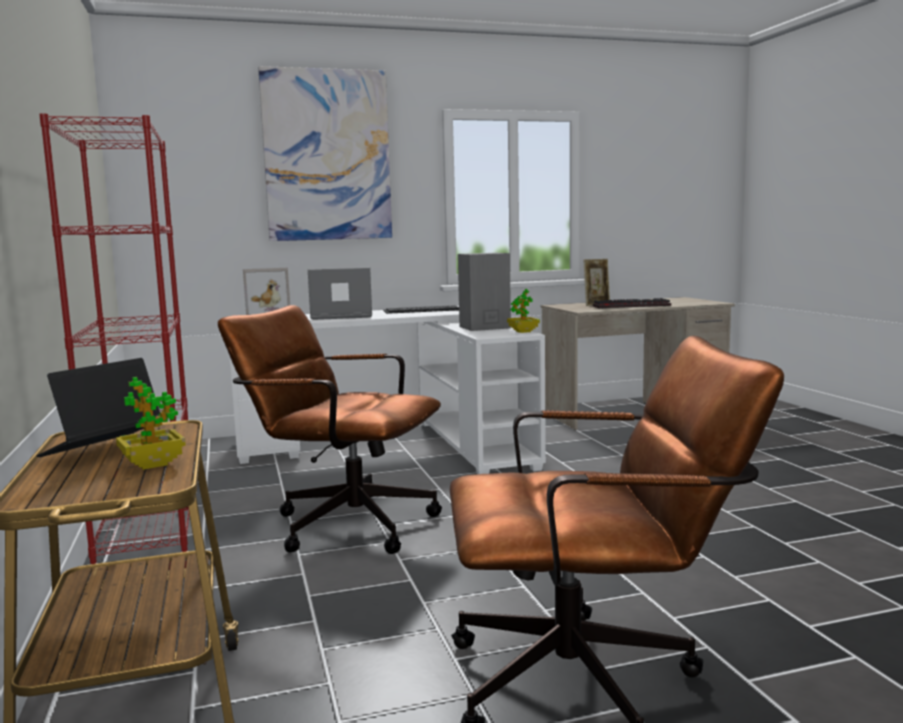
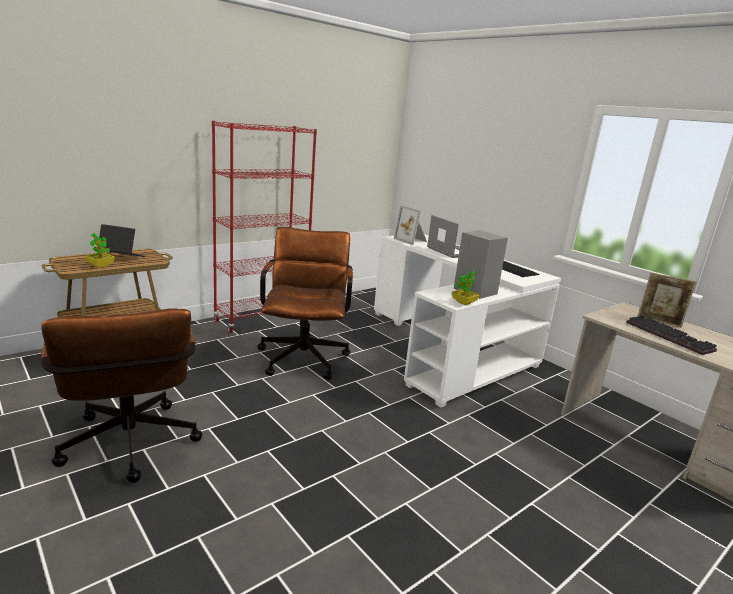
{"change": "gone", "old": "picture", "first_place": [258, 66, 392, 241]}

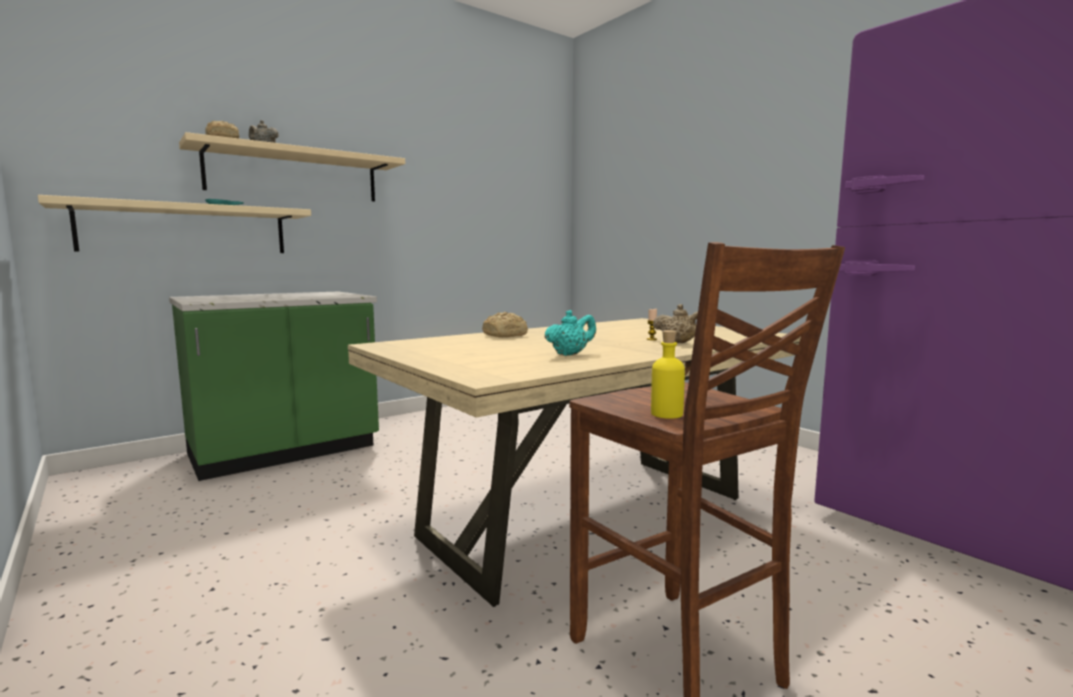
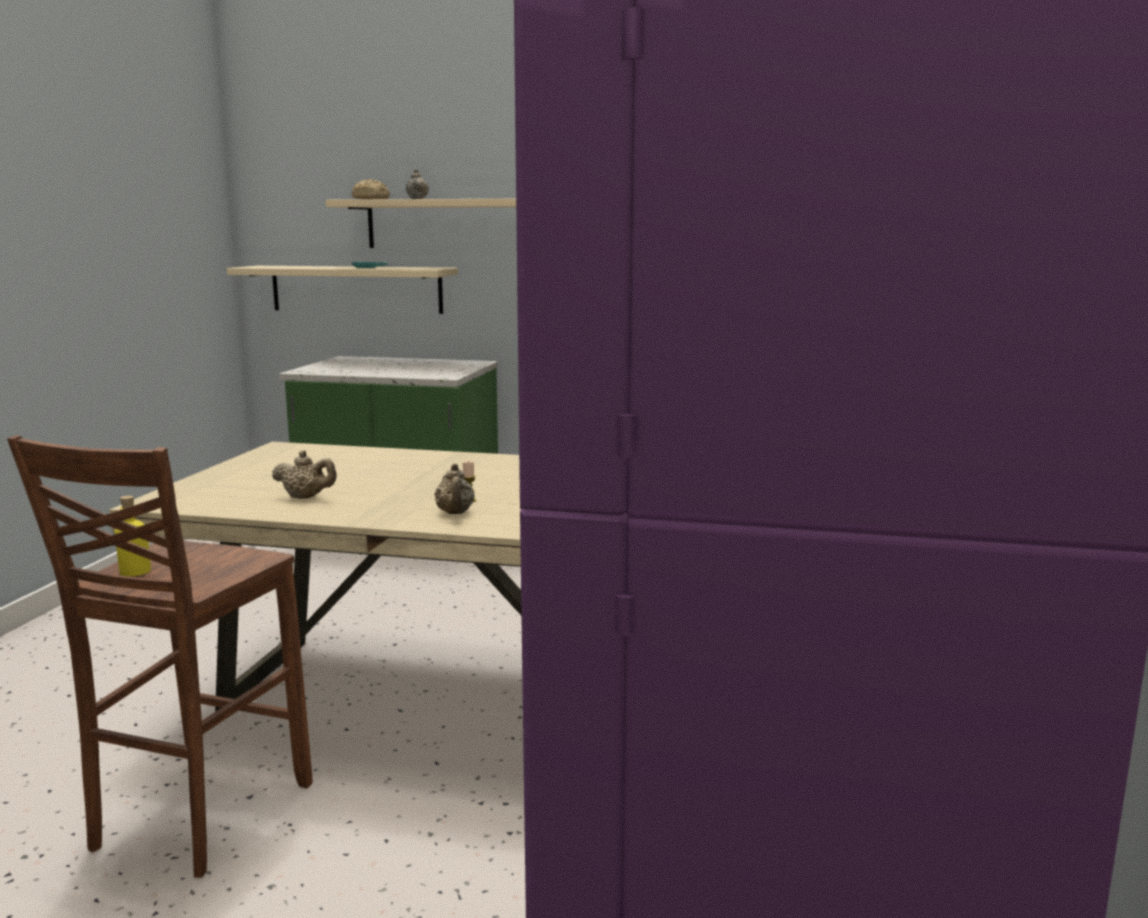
{"change": "repainted", "old": "teapot in turquoise", "new": "teapot in beige", "first_place": [545, 310, 596, 356], "second_place": [272, 450, 337, 499]}
{"change": "gone", "old": "bread", "first_place": [482, 312, 528, 337]}

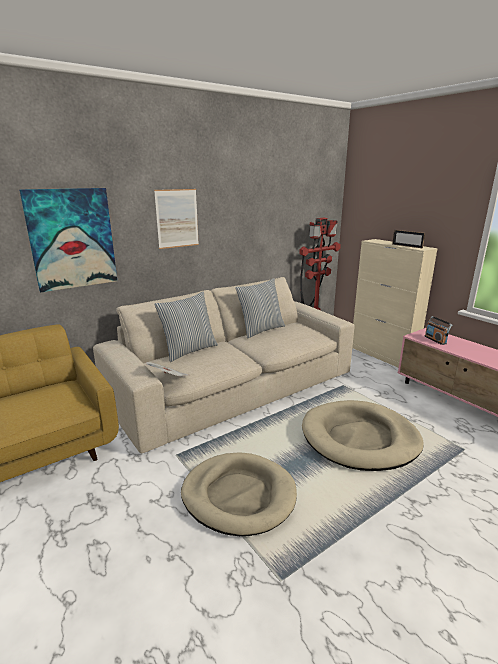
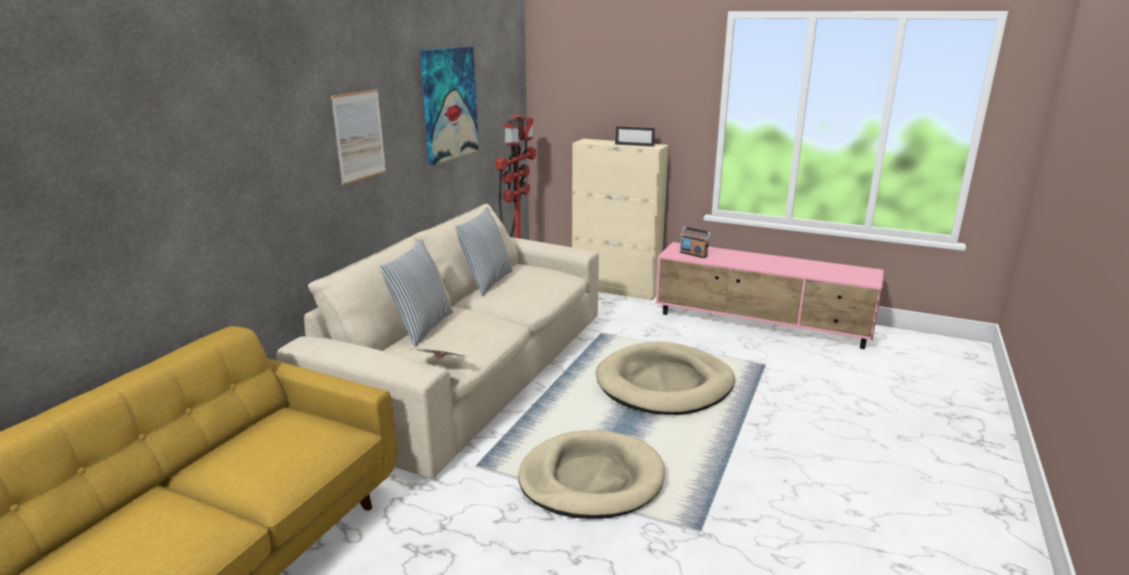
{"change": "shifted", "old": "picture", "first_place": [19, 188, 117, 293], "second_place": [421, 46, 478, 165]}

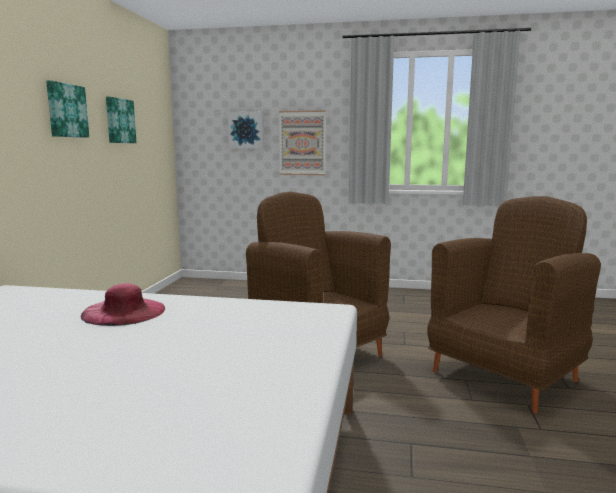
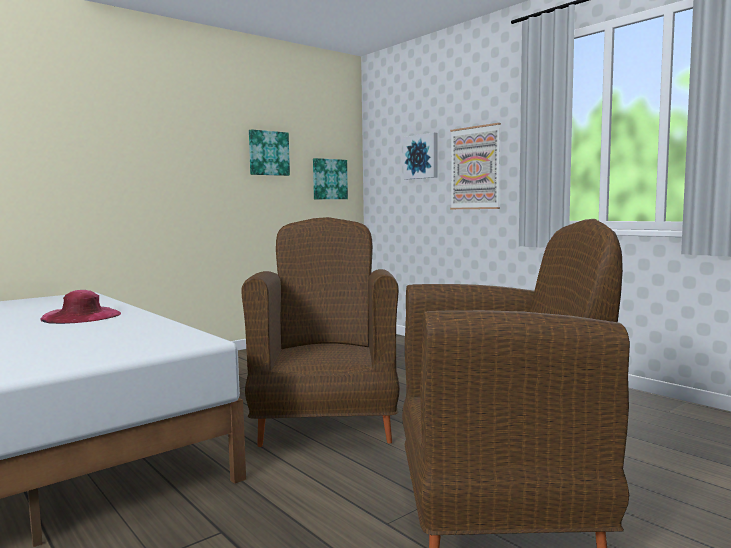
{"change": "shifted", "old": "picture", "first_place": [46, 80, 89, 138], "second_place": [313, 158, 348, 199]}

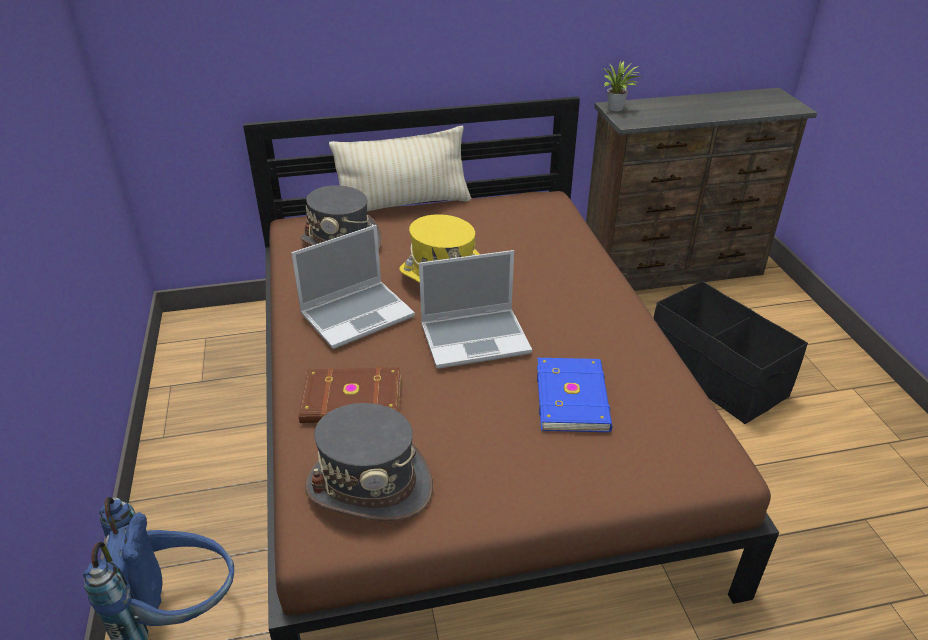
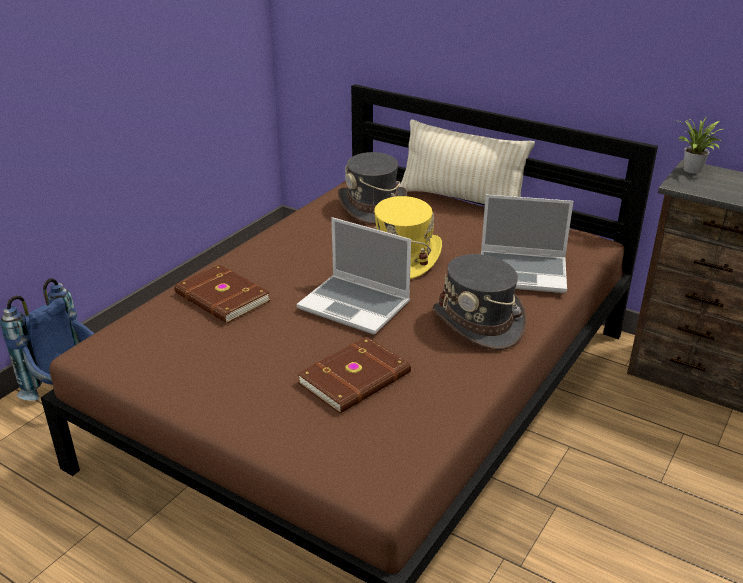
{"change": "repainted", "old": "book in blue", "new": "book in brown", "first_place": [537, 358, 612, 432], "second_place": [297, 336, 411, 414]}
{"change": "shifted", "old": "hat in grey", "first_place": [305, 403, 433, 521], "second_place": [433, 254, 526, 350]}
{"change": "shifted", "old": "laptop", "first_place": [291, 225, 415, 349], "second_place": [481, 194, 573, 293]}
{"change": "gone", "old": "storage box in black", "first_place": [653, 281, 808, 424]}

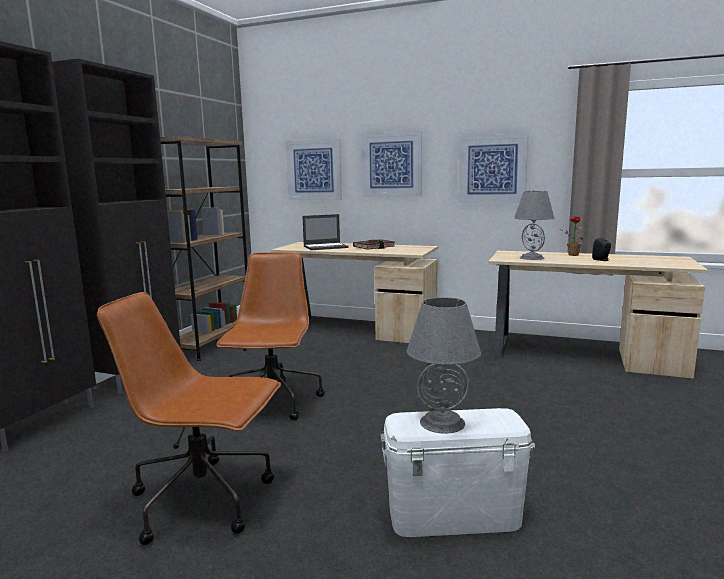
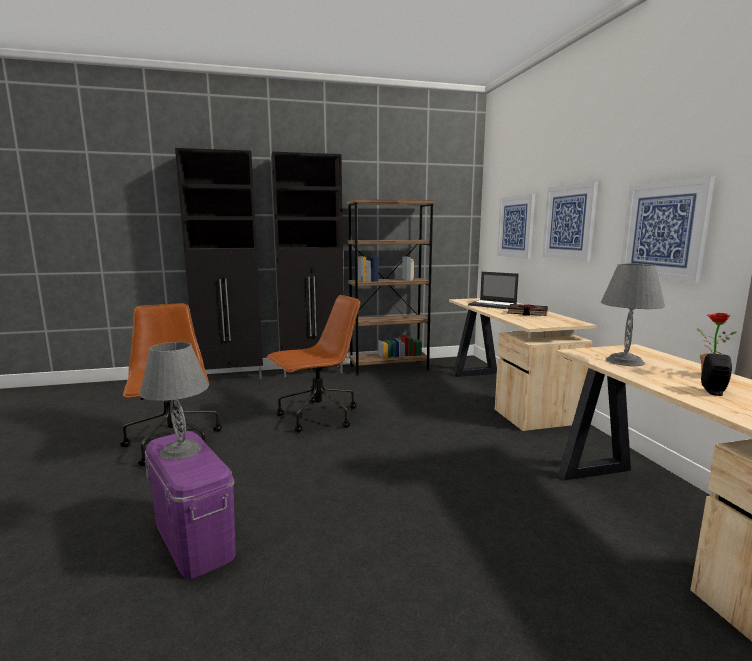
{"change": "repainted", "old": "storage box in white", "new": "storage box in purple", "first_place": [380, 408, 535, 537], "second_place": [145, 431, 236, 579]}

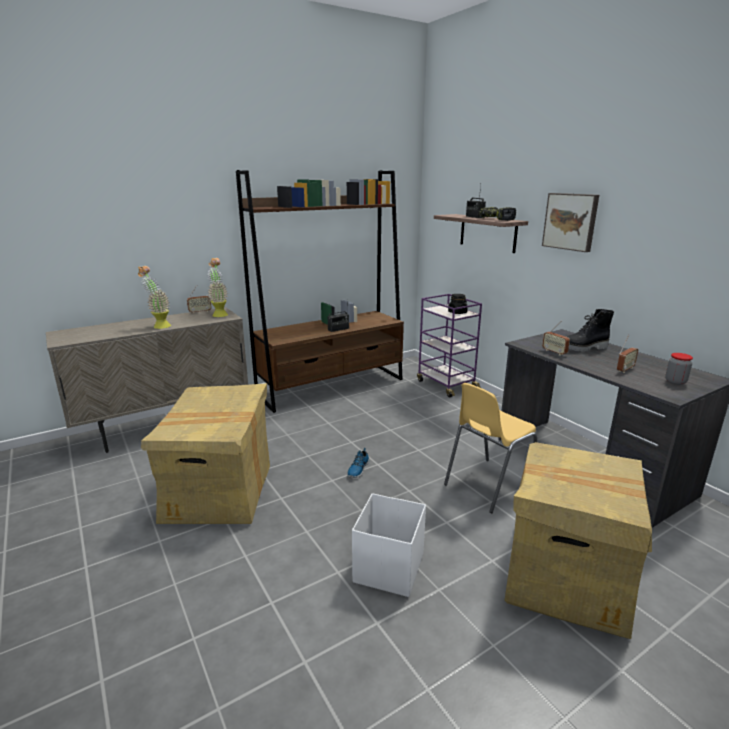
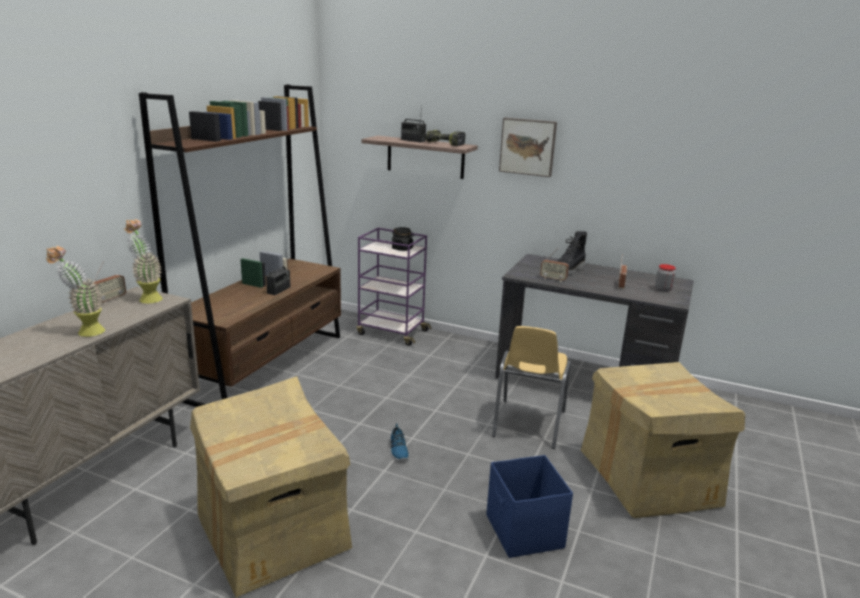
{"change": "repainted", "old": "storage box in white", "new": "storage box in blue", "first_place": [352, 493, 426, 597], "second_place": [486, 455, 573, 558]}

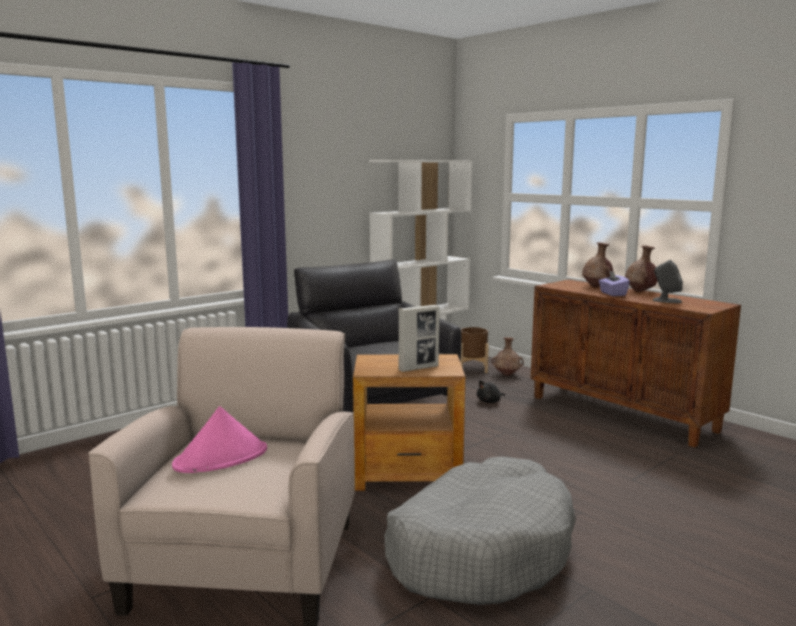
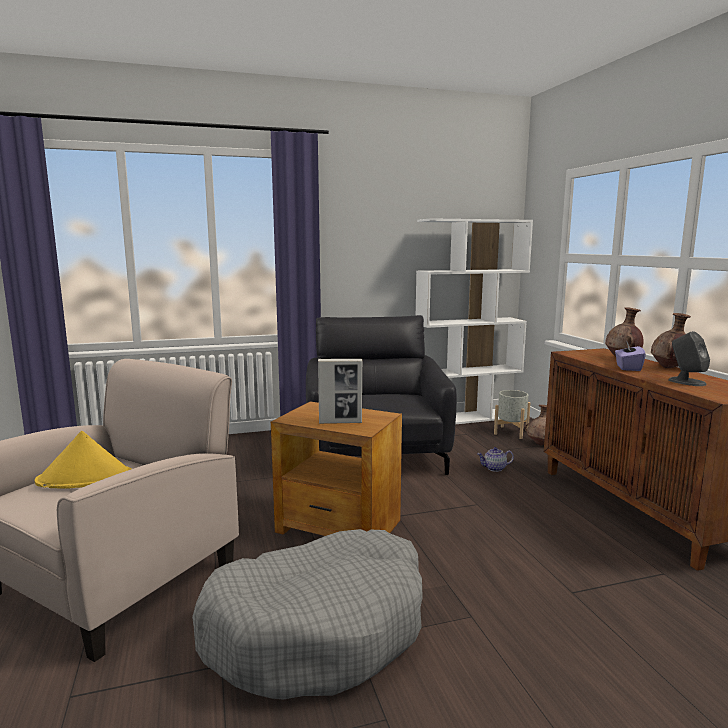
{"change": "repainted", "old": "hat in pink", "new": "hat in yellow", "first_place": [172, 406, 267, 473], "second_place": [34, 431, 132, 489]}
{"change": "swapped", "old": "plush toy in black", "new": "teapot", "first_place": [477, 380, 505, 403], "second_place": [477, 447, 514, 472]}
{"change": "repainted", "old": "planter in brown", "new": "planter in grey", "first_place": [461, 327, 489, 373], "second_place": [494, 390, 530, 439]}

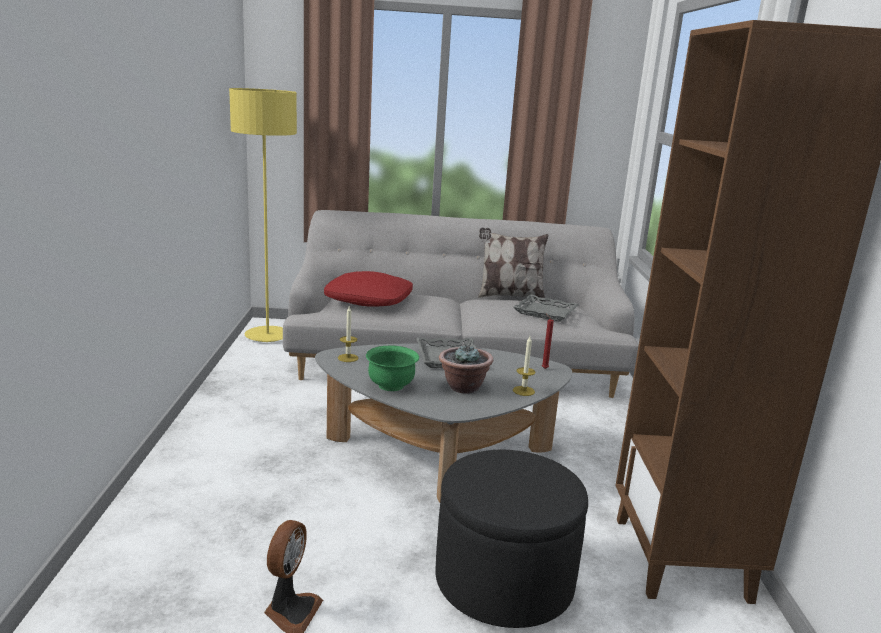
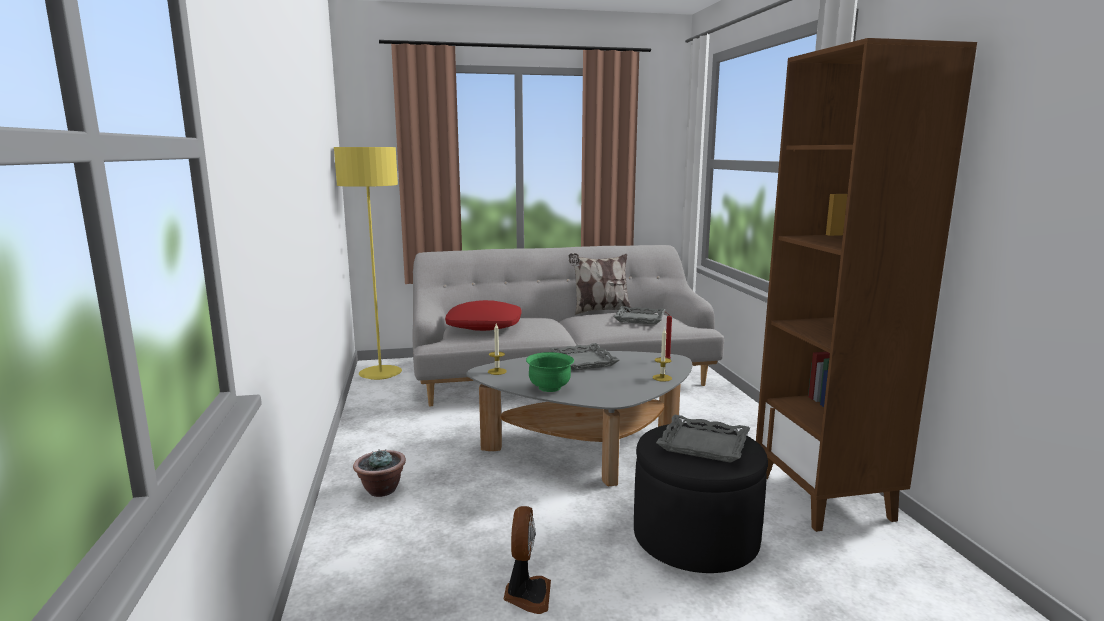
{"change": "shifted", "old": "potted plant", "first_place": [439, 345, 493, 394], "second_place": [353, 449, 406, 497]}
{"change": "new", "new": "tray in grey", "second_place": [656, 415, 750, 463]}

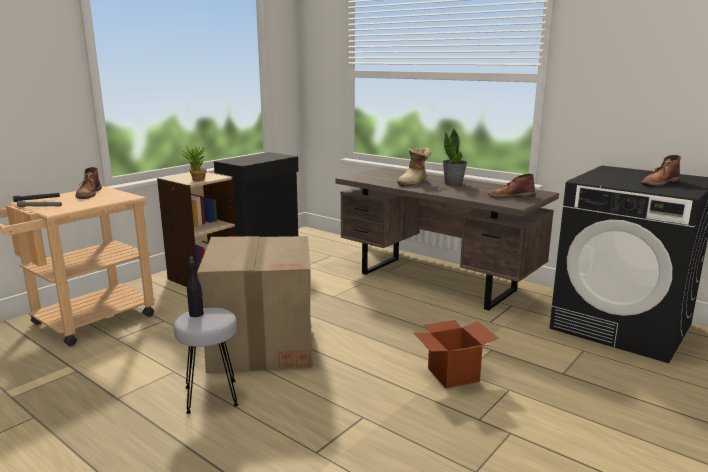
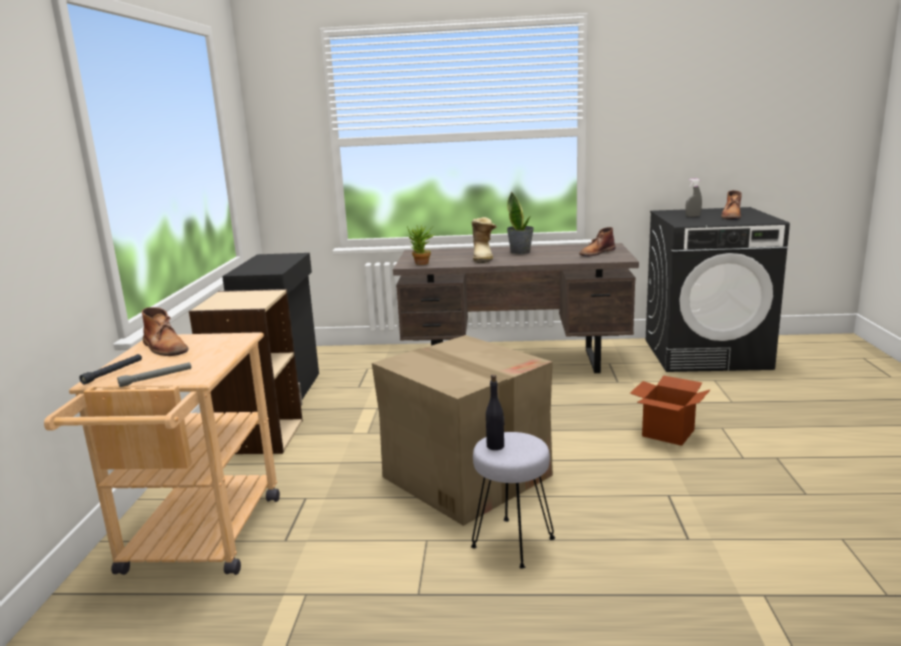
{"change": "shifted", "old": "potted plant", "first_place": [180, 145, 206, 181], "second_place": [407, 224, 434, 265]}
{"change": "new", "new": "spray bottle in grey", "second_place": [685, 179, 702, 217]}

